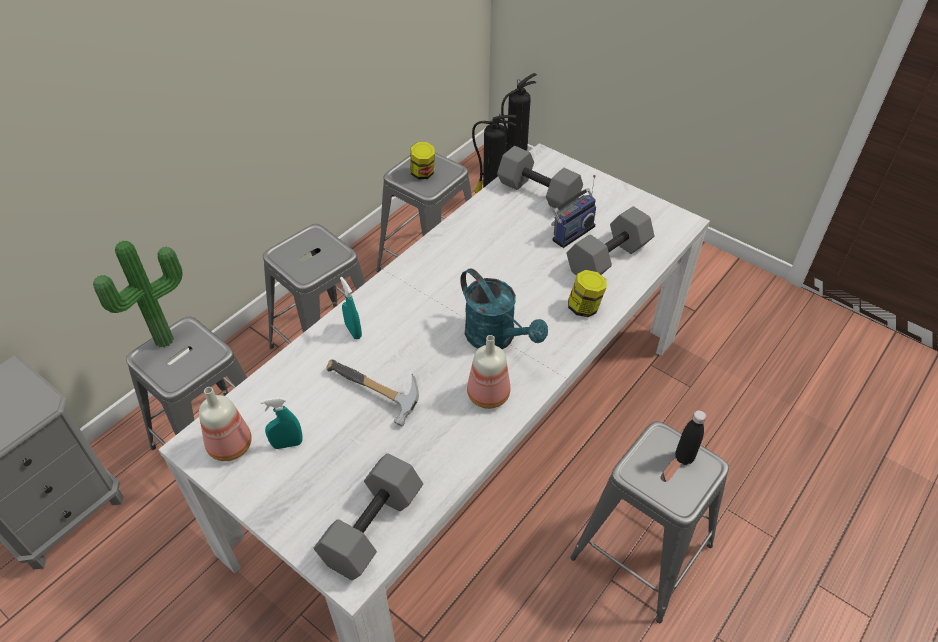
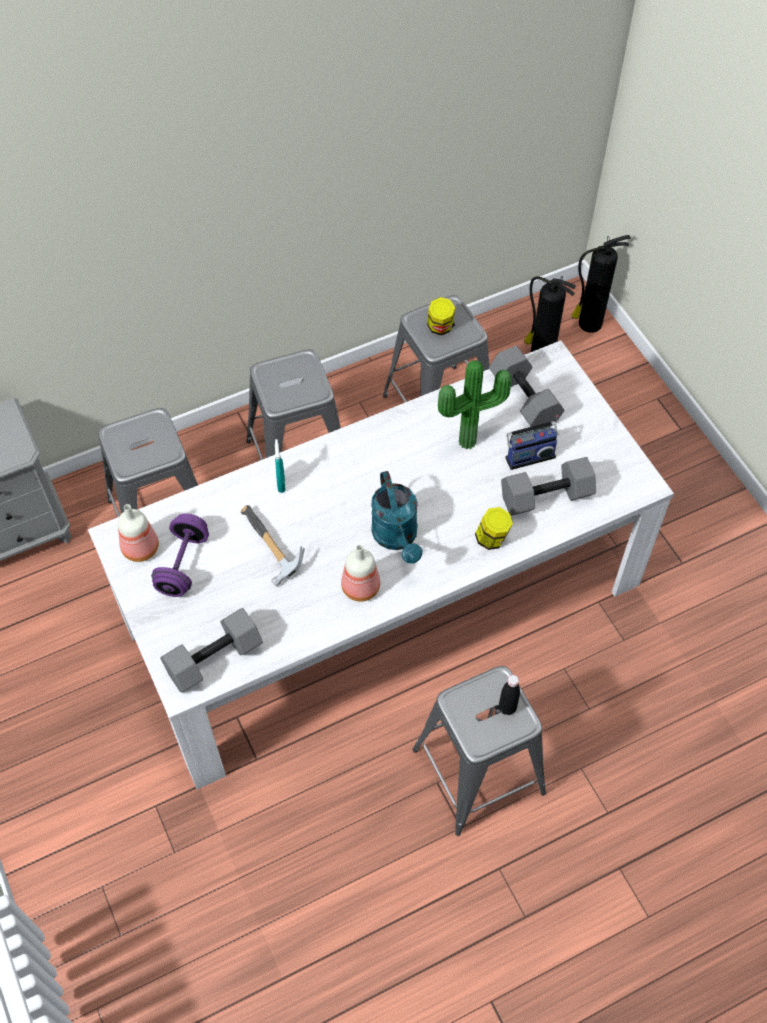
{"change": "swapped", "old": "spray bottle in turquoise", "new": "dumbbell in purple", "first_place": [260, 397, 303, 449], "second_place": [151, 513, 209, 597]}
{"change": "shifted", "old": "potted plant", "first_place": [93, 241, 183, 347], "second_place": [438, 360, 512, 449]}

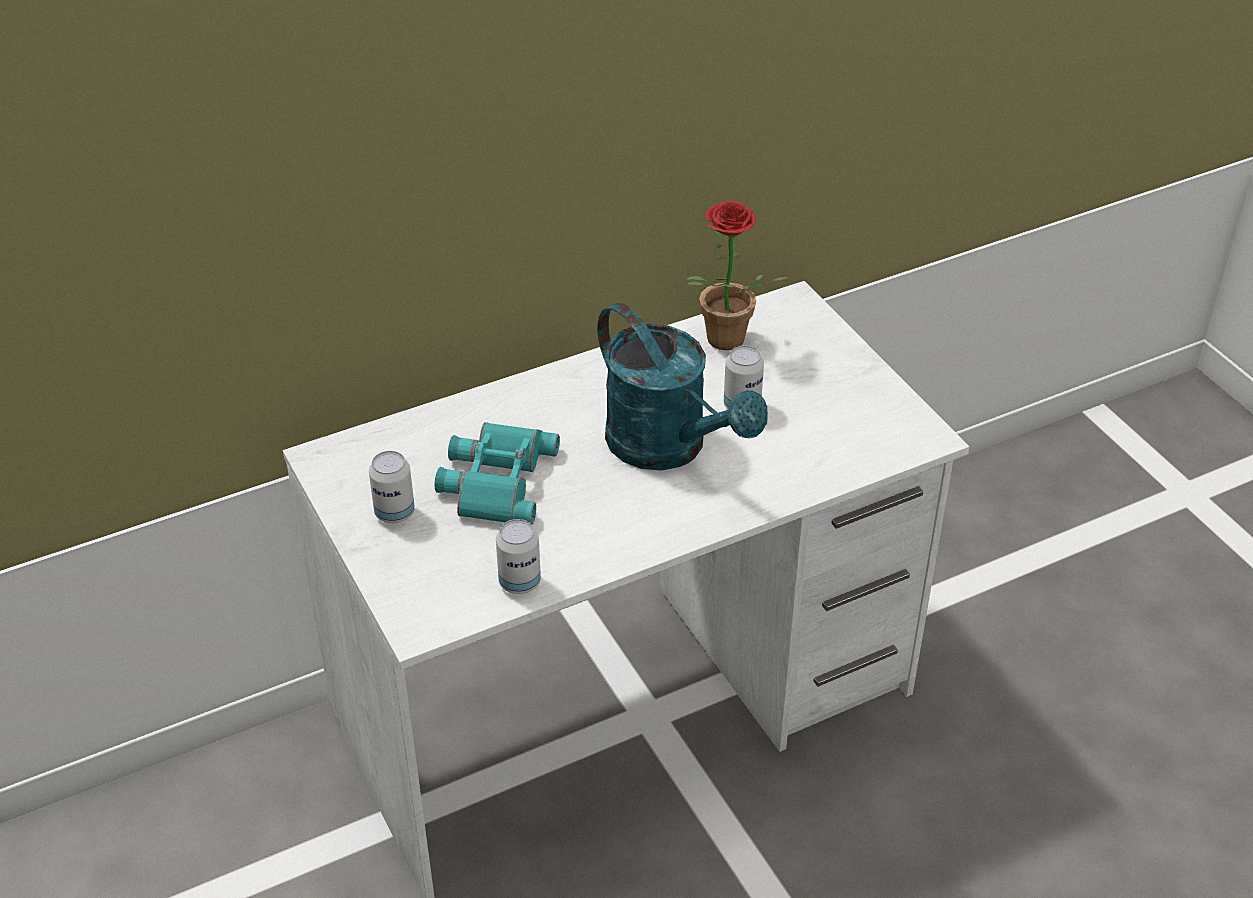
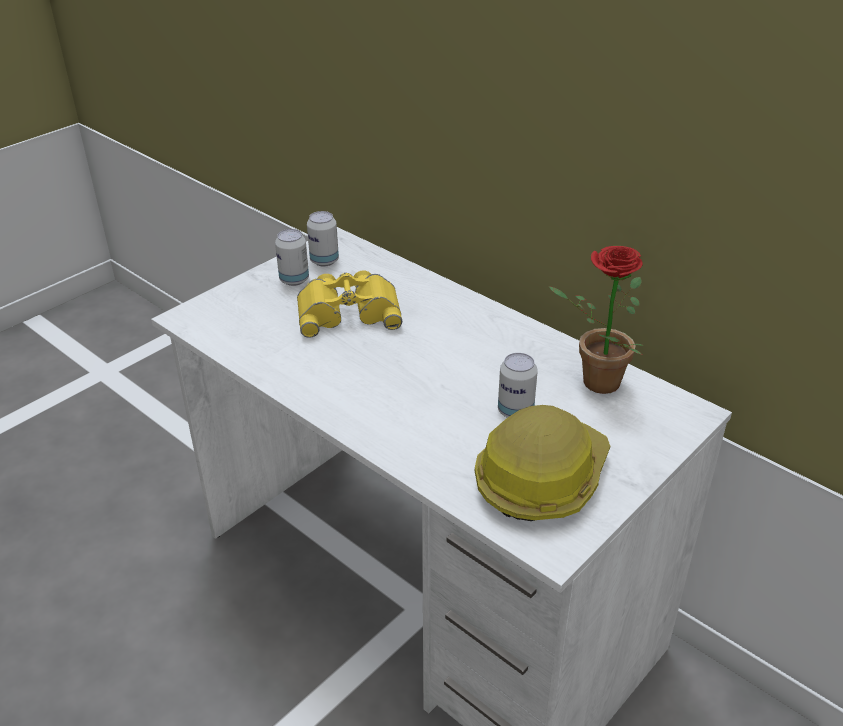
{"change": "repainted", "old": "binoculars in turquoise", "new": "binoculars in yellow", "first_place": [435, 422, 560, 524], "second_place": [297, 271, 402, 338]}
{"change": "shifted", "old": "can", "first_place": [496, 519, 541, 594], "second_place": [307, 211, 339, 267]}
{"change": "new", "new": "hard hat", "second_place": [475, 405, 610, 521]}
{"change": "gone", "old": "watering can in turquoise", "first_place": [598, 303, 768, 471]}

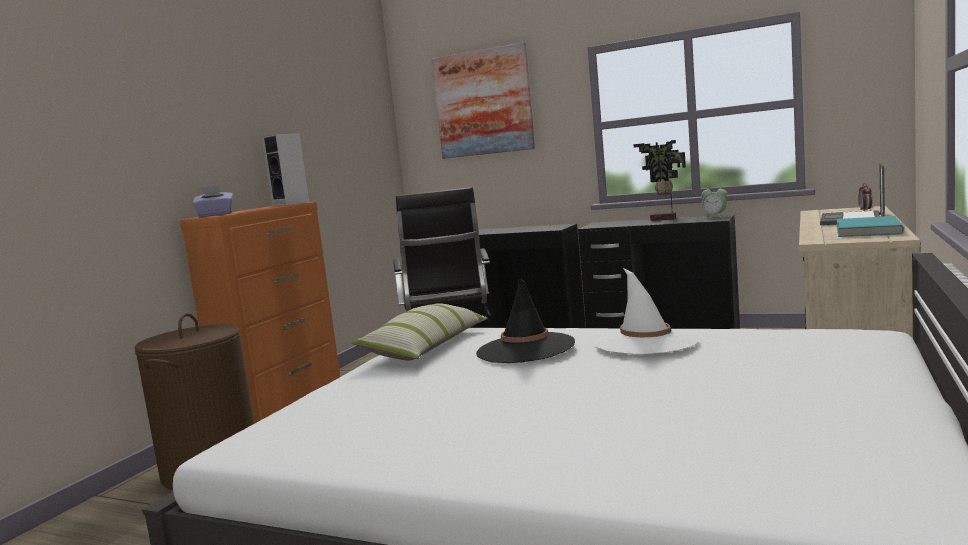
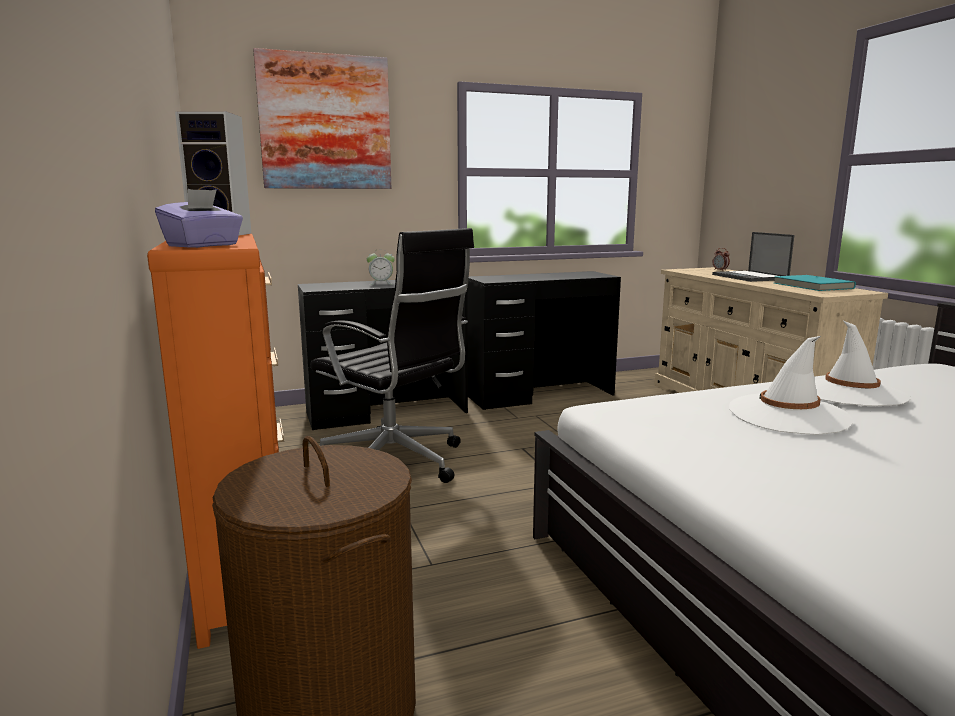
{"change": "shifted", "old": "alarm clock", "first_place": [701, 185, 727, 218], "second_place": [367, 249, 395, 285]}
{"change": "repainted", "old": "hat in black", "new": "hat in white", "first_place": [476, 279, 575, 363], "second_place": [729, 336, 853, 435]}
{"change": "gone", "old": "pillow", "first_place": [351, 303, 488, 360]}
{"change": "gone", "old": "potted plant", "first_place": [633, 140, 686, 221]}

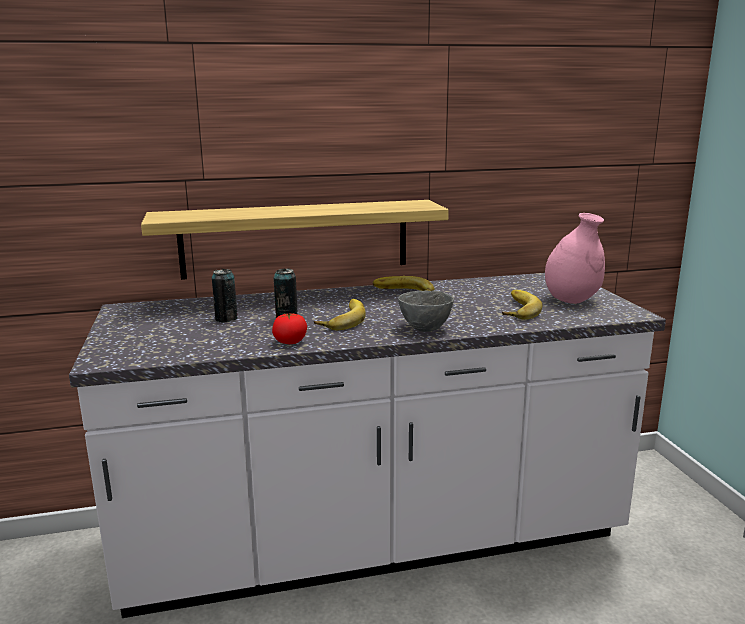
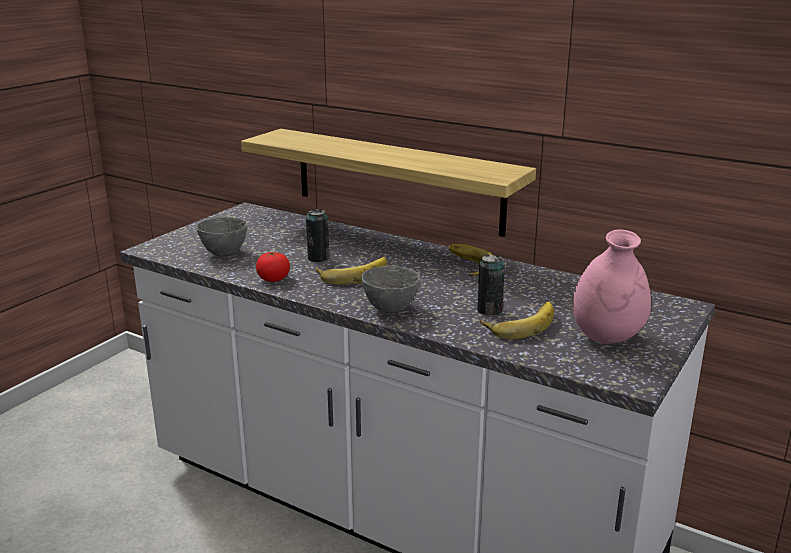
{"change": "new", "new": "bowl in grey", "second_place": [196, 217, 247, 257]}
{"change": "shifted", "old": "can", "first_place": [212, 269, 237, 322], "second_place": [477, 254, 505, 315]}

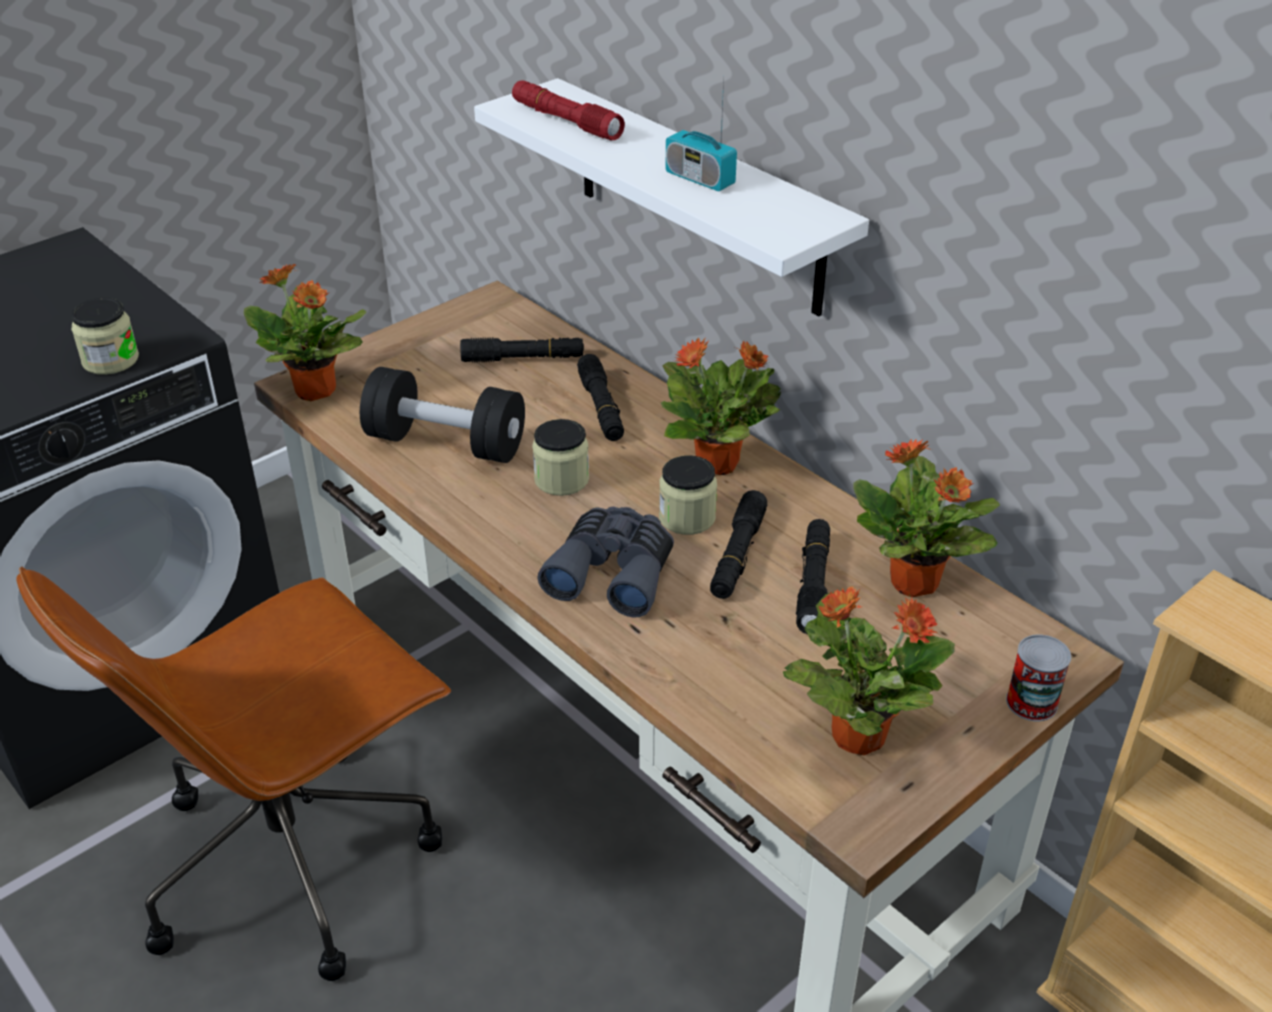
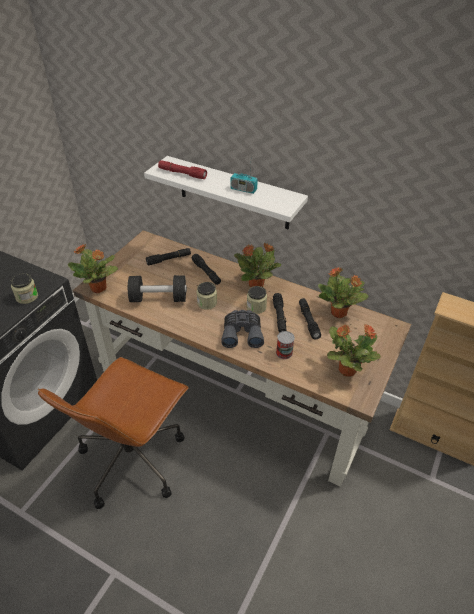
{"change": "shifted", "old": "can", "first_place": [1006, 634, 1071, 721], "second_place": [276, 331, 295, 359]}

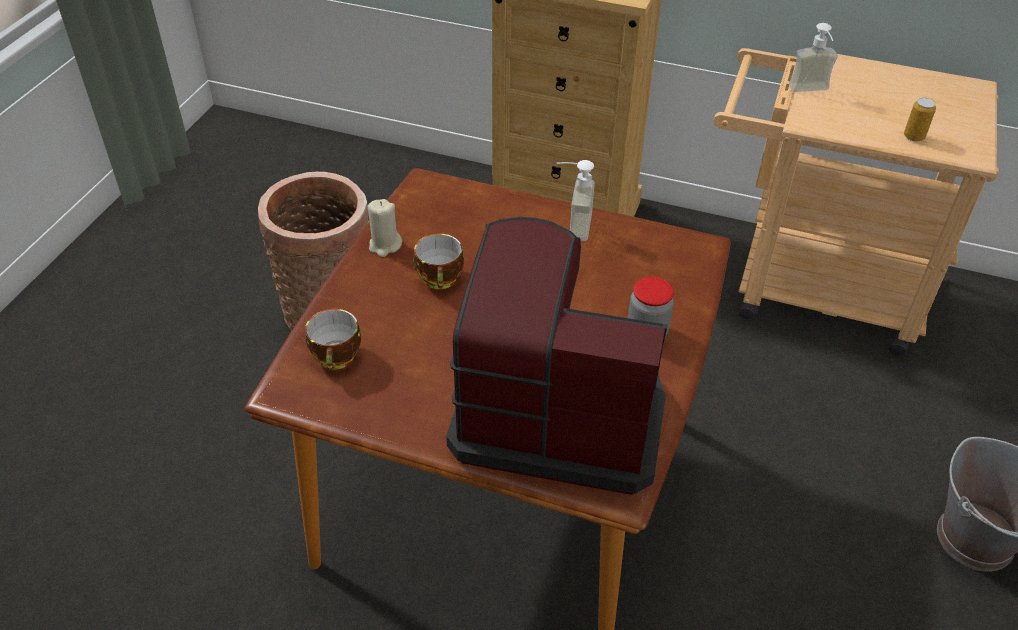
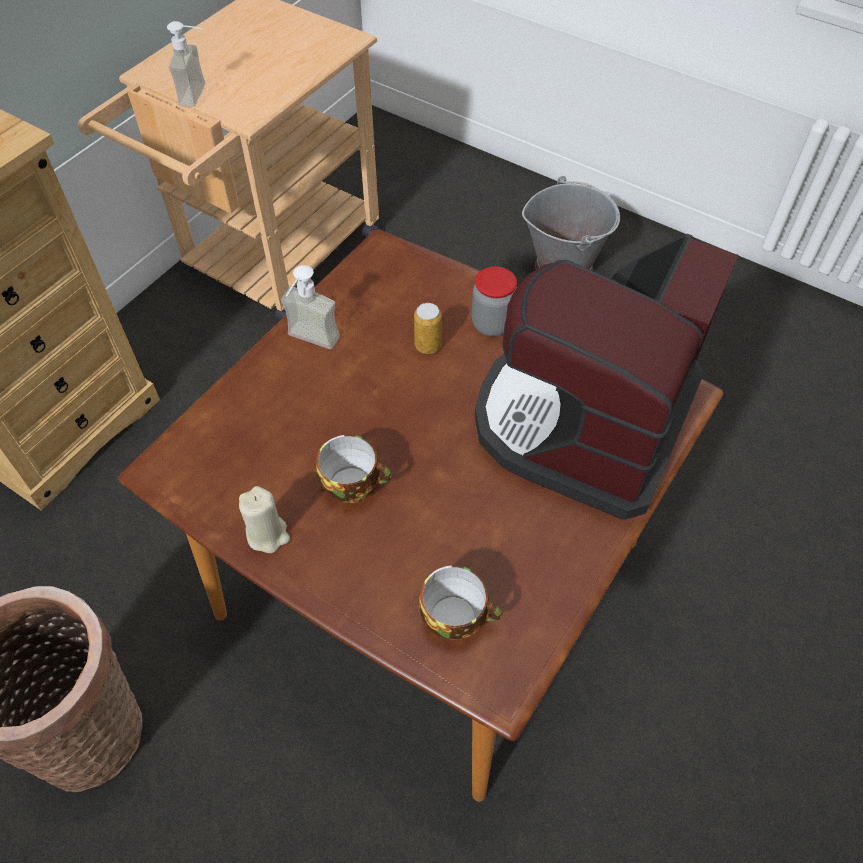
{"change": "shifted", "old": "can", "first_place": [904, 98, 936, 141], "second_place": [414, 303, 442, 354]}

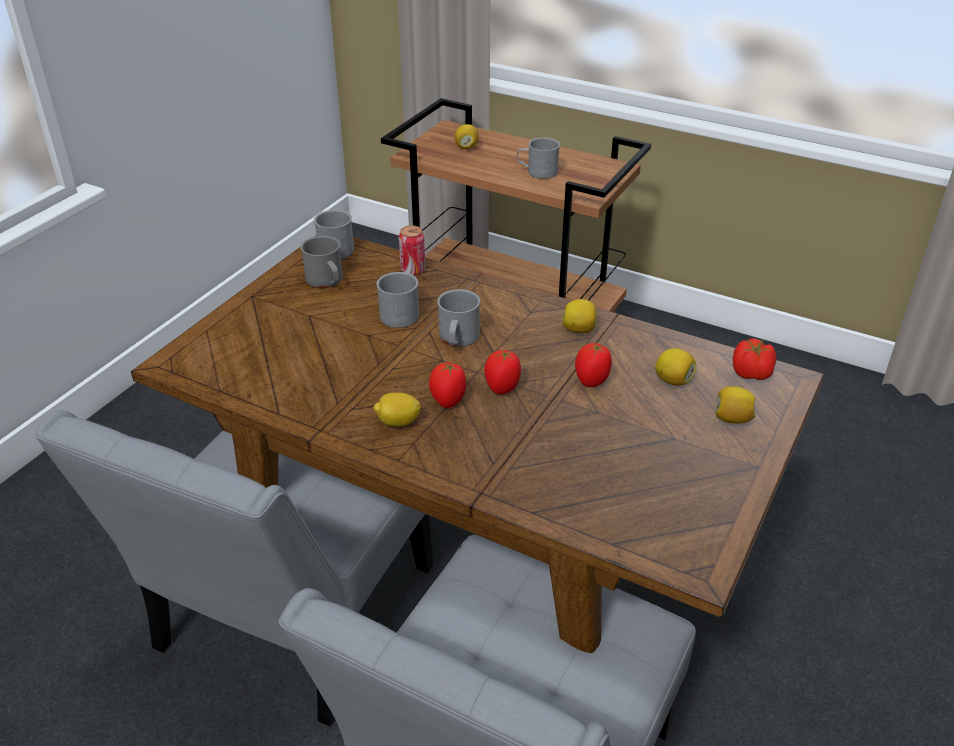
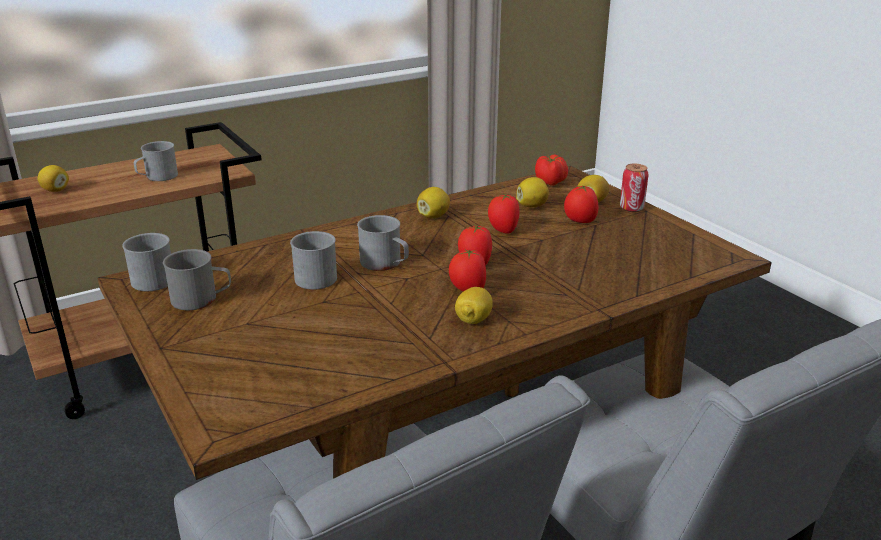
{"change": "new", "new": "tomato", "second_place": [564, 186, 598, 223]}
{"change": "shifted", "old": "can", "first_place": [399, 225, 425, 276], "second_place": [620, 164, 649, 212]}

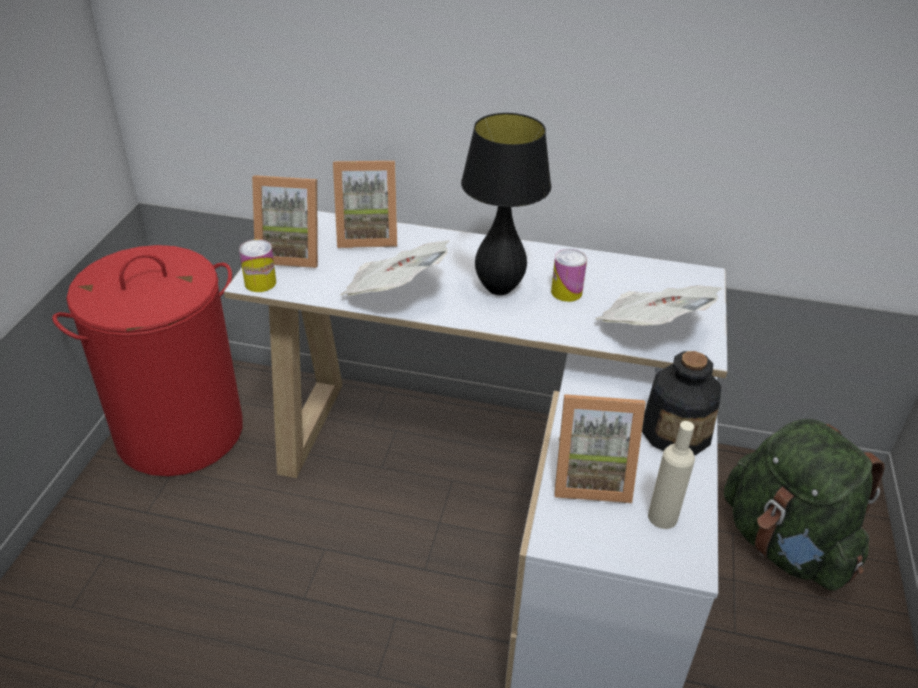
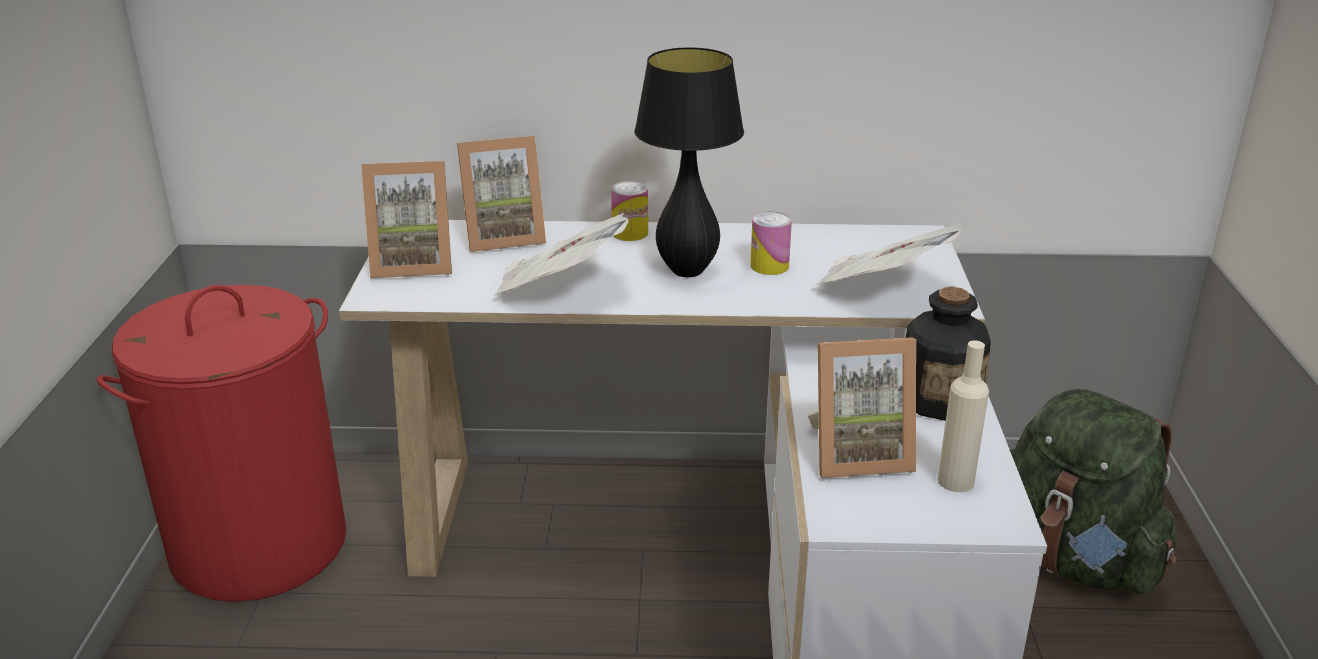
{"change": "shifted", "old": "can", "first_place": [239, 239, 276, 292], "second_place": [611, 181, 648, 241]}

